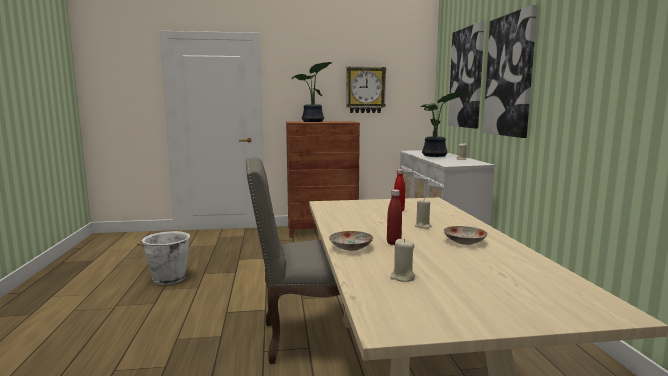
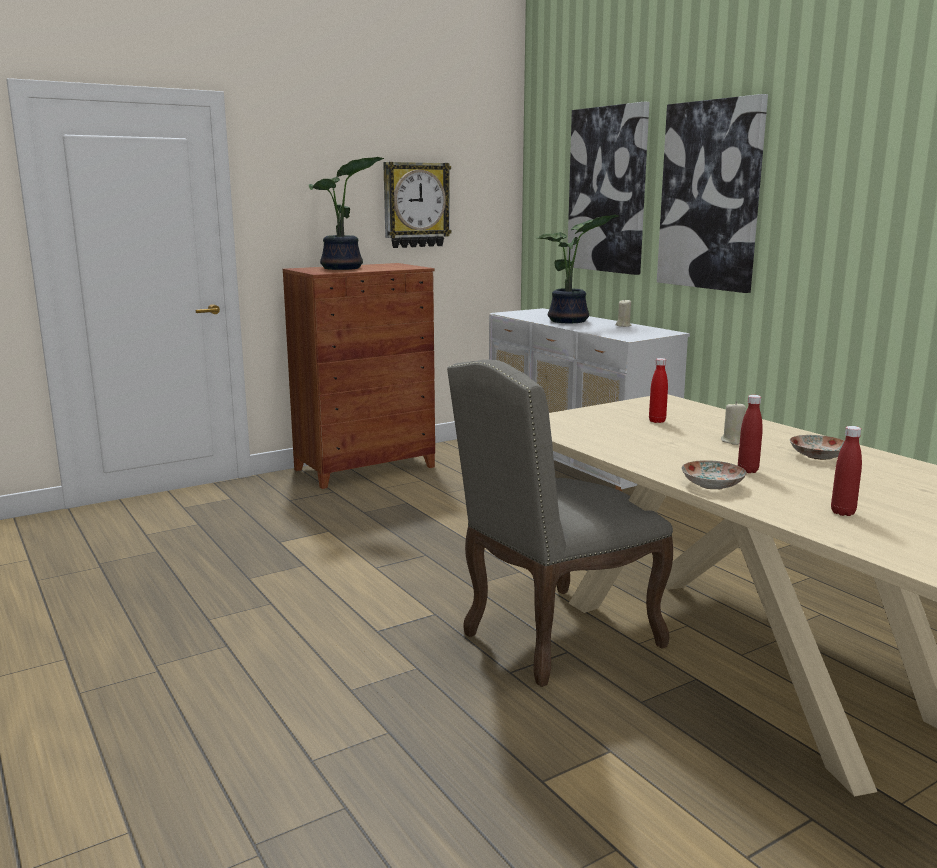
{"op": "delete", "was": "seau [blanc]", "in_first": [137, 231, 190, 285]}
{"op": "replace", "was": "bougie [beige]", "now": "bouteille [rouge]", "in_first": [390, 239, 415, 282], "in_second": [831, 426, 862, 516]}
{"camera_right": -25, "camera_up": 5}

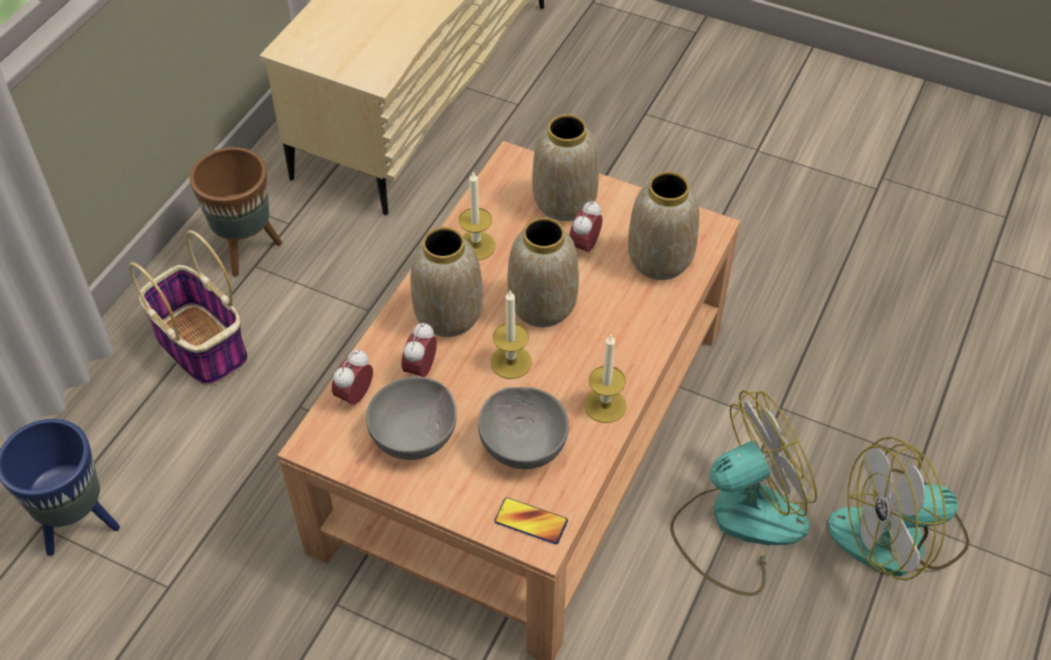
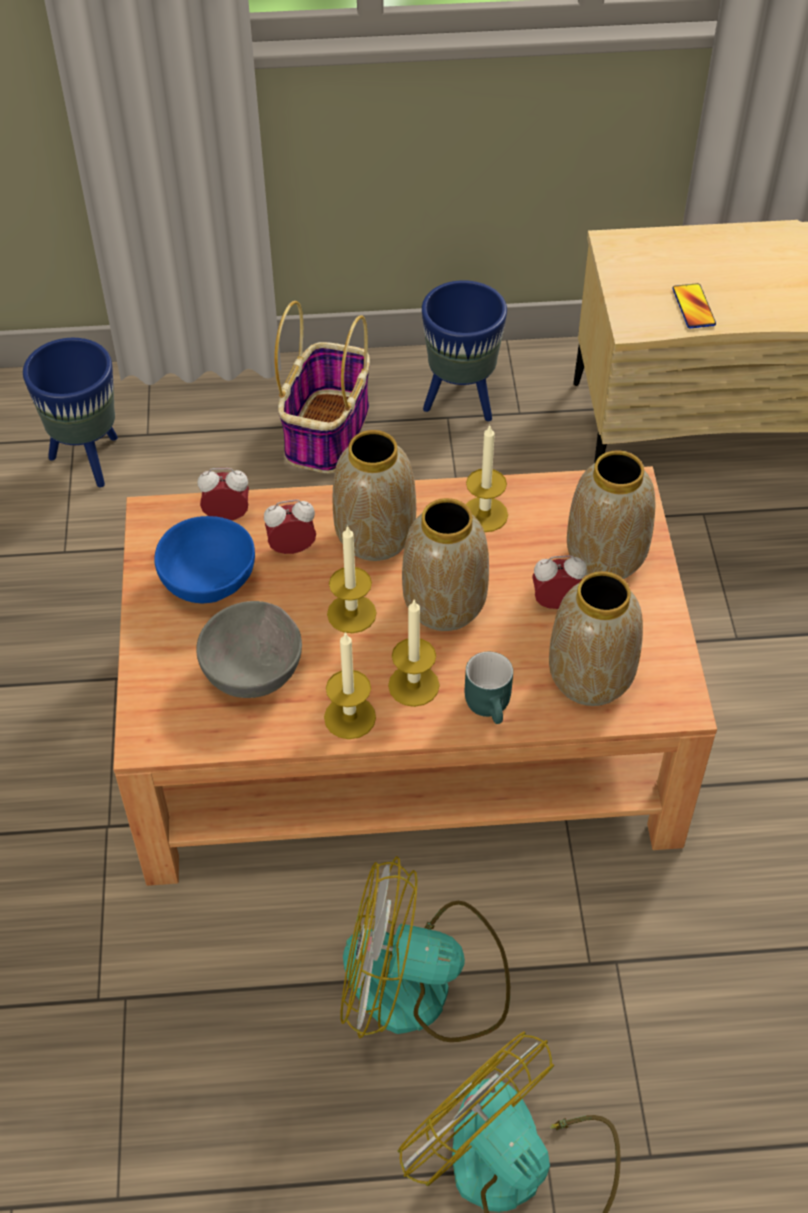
{"op": "recolor", "was": "cache-pot [marron]", "now": "cache-pot [bleu]", "in_first": [190, 147, 282, 276], "in_second": [422, 280, 507, 421]}
{"op": "recolor", "was": "bol [gris]", "now": "bol [bleu]", "in_first": [366, 377, 457, 460], "in_second": [154, 516, 255, 603]}
{"op": "move", "was": "téléphone", "in_first": [494, 498, 568, 544], "in_second": [672, 283, 716, 328]}
{"op": "rotate", "was": "ventilateur", "in_first": [670, 390, 817, 596], "in_second": [340, 856, 510, 1042], "clockwise": 150}
{"op": "insert", "now": "bougie", "in_second": [388, 600, 440, 707]}
{"op": "insert", "now": "mug [turquoise]", "in_second": [465, 652, 513, 724]}
{"camera_right": 60, "camera_up": 0}

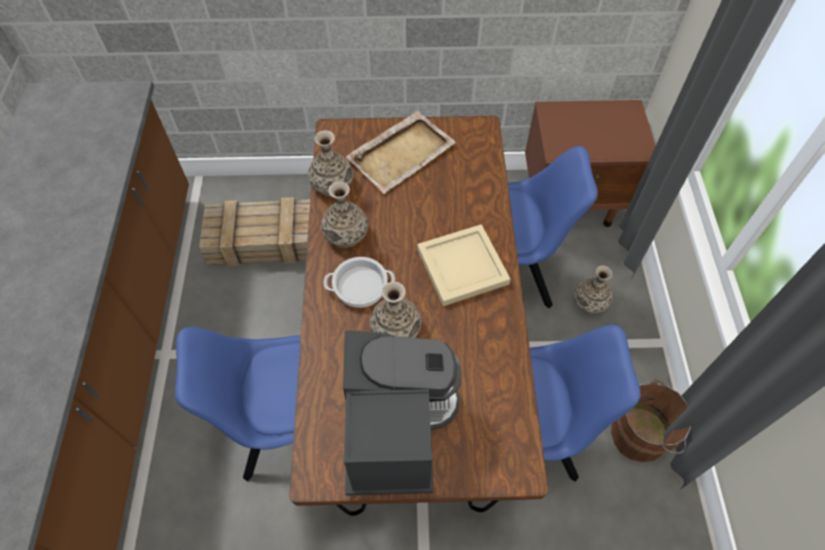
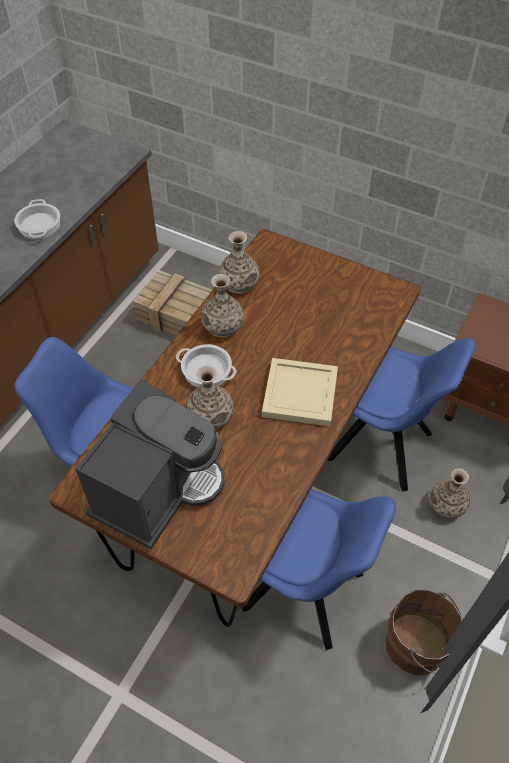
{"op": "delete", "was": "plateau [beige]", "in_first": [346, 111, 456, 194]}
{"op": "insert", "now": "marmite", "in_second": [14, 199, 60, 239]}
{"camera_right": 30, "camera_up": -5}

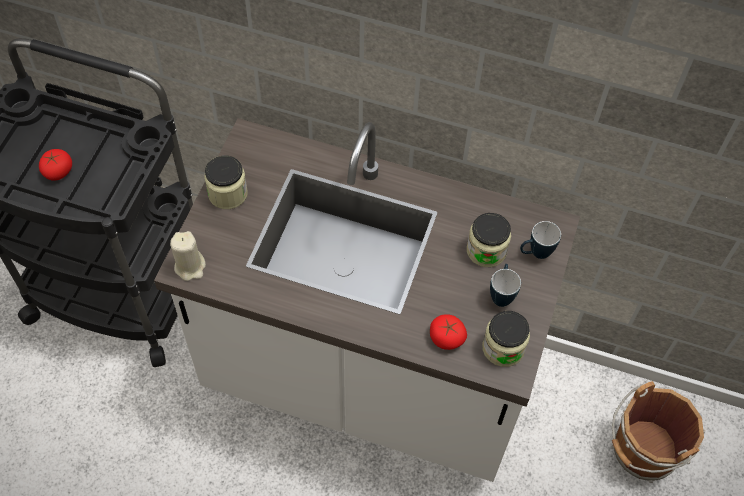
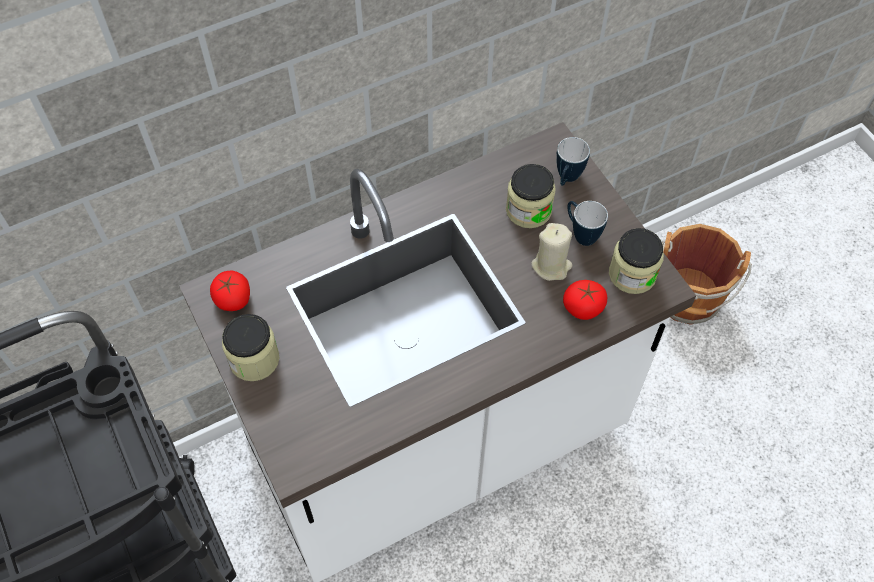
{"op": "move", "was": "tomate", "in_first": [39, 149, 72, 180], "in_second": [210, 271, 250, 311]}
{"op": "move", "was": "bougie [beige]", "in_first": [170, 231, 206, 281], "in_second": [531, 223, 572, 281]}
{"camera_right": -45, "camera_up": 0}

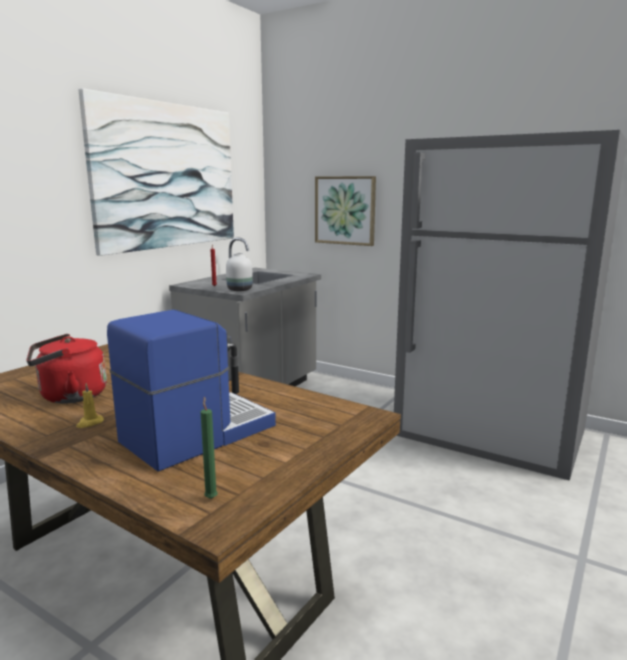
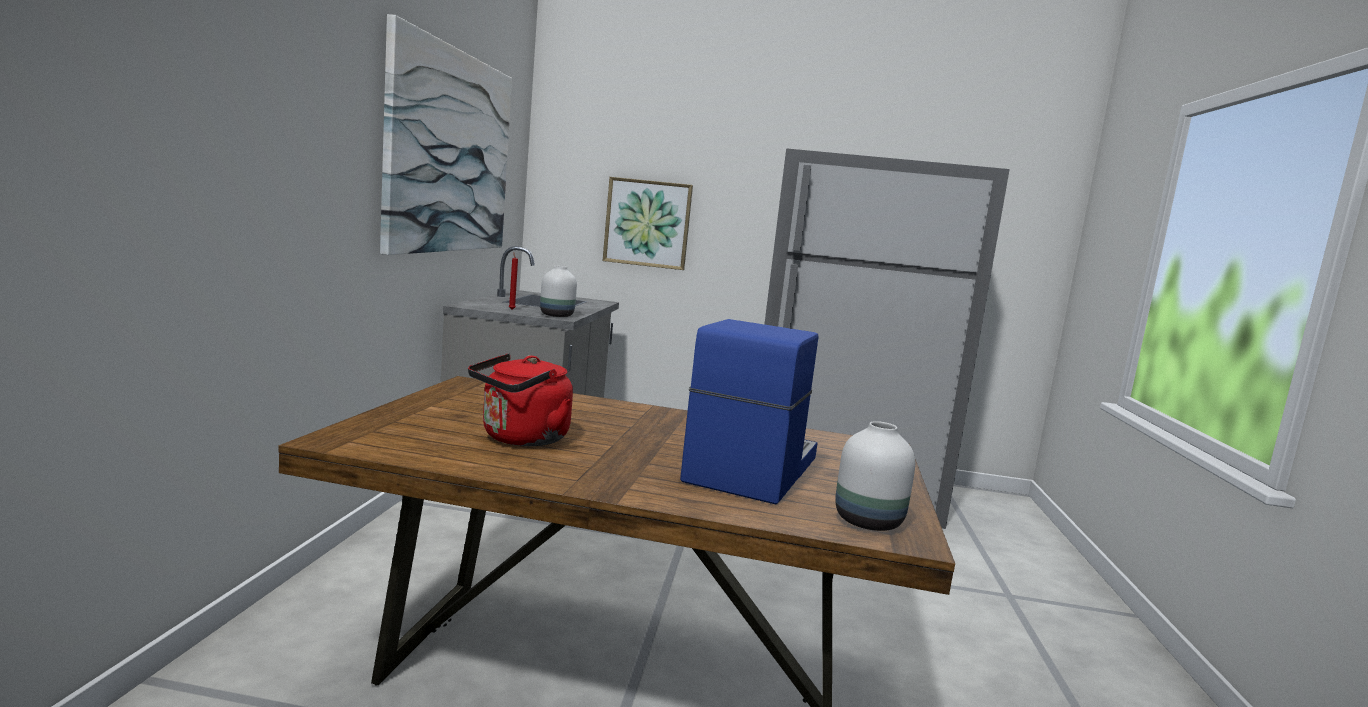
{"op": "delete", "was": "bougie [jaune]", "in_first": [76, 383, 104, 428]}
{"op": "replace", "was": "bougie [vert]", "now": "vase [blanc]", "in_first": [200, 396, 218, 499], "in_second": [835, 421, 915, 531]}
{"camera_right": -25, "camera_up": -5}

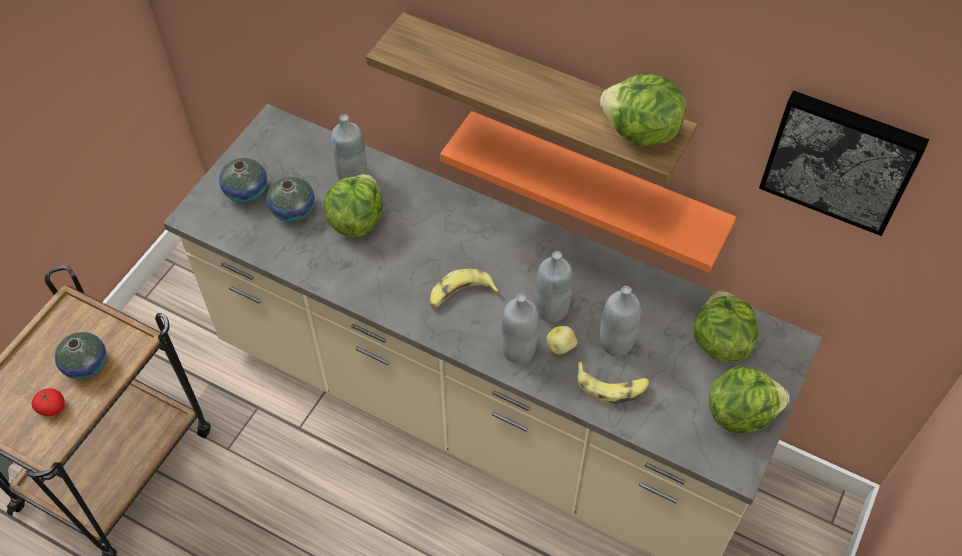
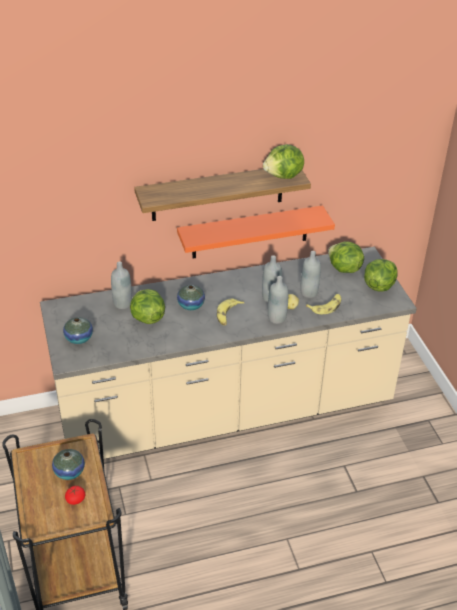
{"op": "move", "was": "vase", "in_first": [266, 177, 315, 222], "in_second": [177, 285, 205, 310]}
{"op": "delete", "was": "tableau", "in_first": [759, 90, 929, 236]}
{"camera_right": -45, "camera_up": -15}

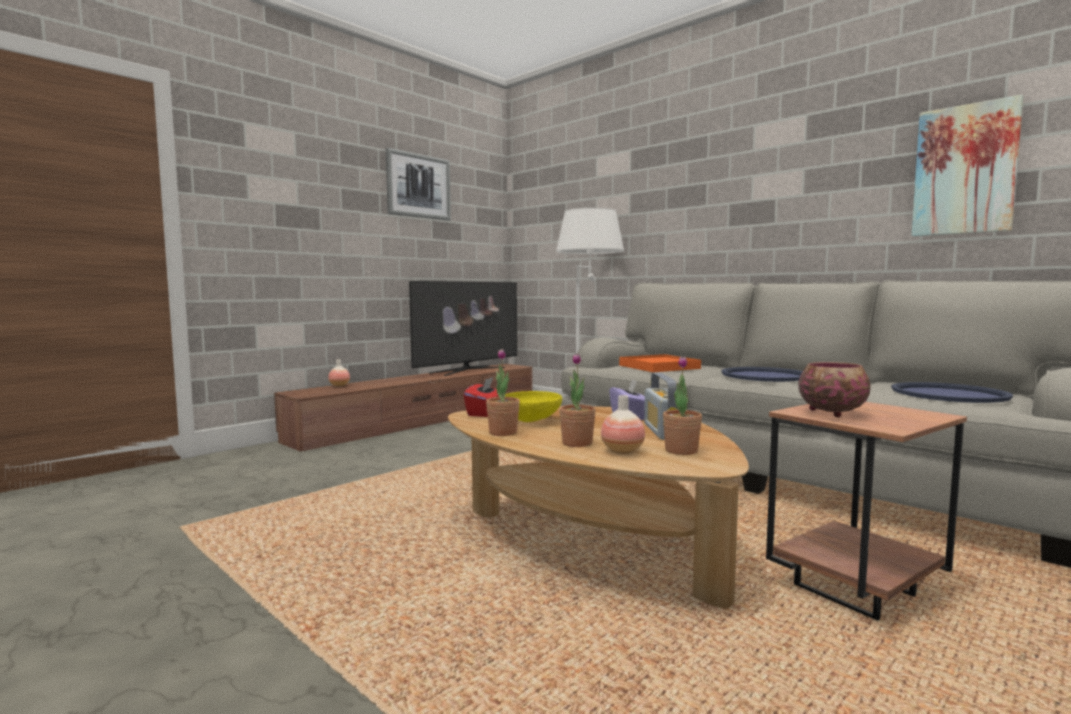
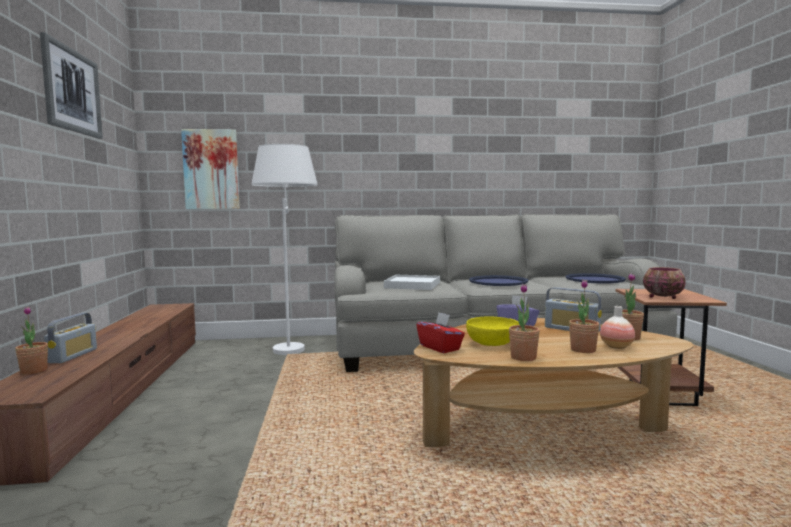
{"op": "replace", "was": "vase", "now": "plante en pot", "in_first": [328, 359, 350, 387], "in_second": [15, 306, 48, 375]}
{"op": "delete", "was": "téléviseur", "in_first": [409, 281, 517, 376]}
{"op": "recolor", "was": "plateau [orange]", "now": "plateau [blanc]", "in_first": [619, 354, 701, 372], "in_second": [384, 275, 440, 290]}
{"op": "move", "was": "tableau", "in_first": [911, 94, 1024, 236], "in_second": [181, 129, 240, 209]}
{"op": "insert", "now": "radio", "in_second": [44, 313, 97, 363]}
{"camera_right": -50, "camera_up": 0}

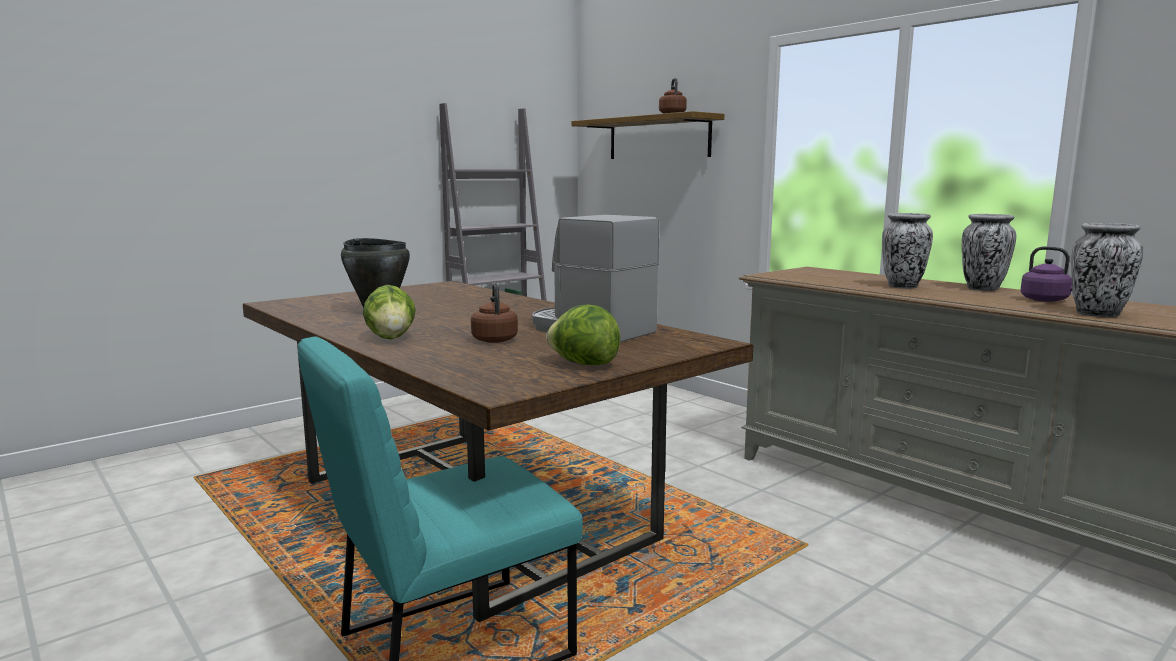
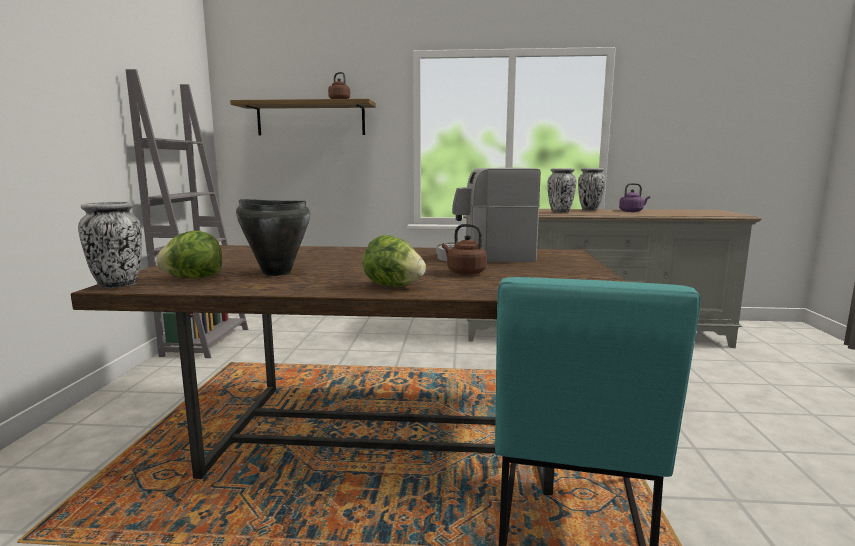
{"op": "move", "was": "laitue", "in_first": [546, 304, 620, 365], "in_second": [156, 231, 222, 278]}
{"op": "move", "was": "vase", "in_first": [1071, 223, 1143, 317], "in_second": [78, 202, 142, 288]}
{"camera_right": -45, "camera_up": 0}

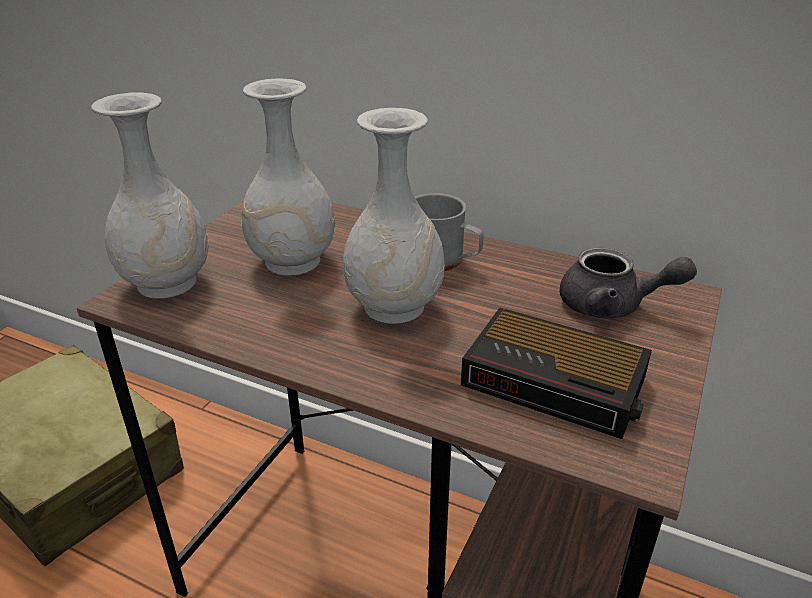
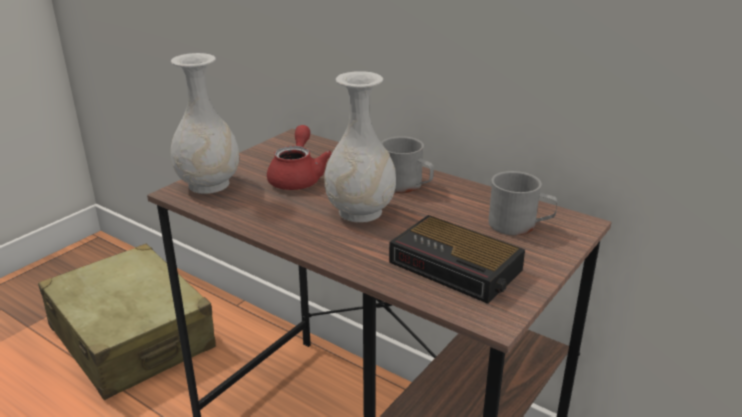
{"op": "replace", "was": "vase [blanc]", "now": "théière [rouge]", "in_first": [241, 79, 335, 276], "in_second": [267, 125, 332, 190]}
{"op": "replace", "was": "théière [gris]", "now": "mug [gris]", "in_first": [560, 248, 697, 319], "in_second": [488, 171, 558, 235]}
{"camera_right": 10, "camera_up": -5}

